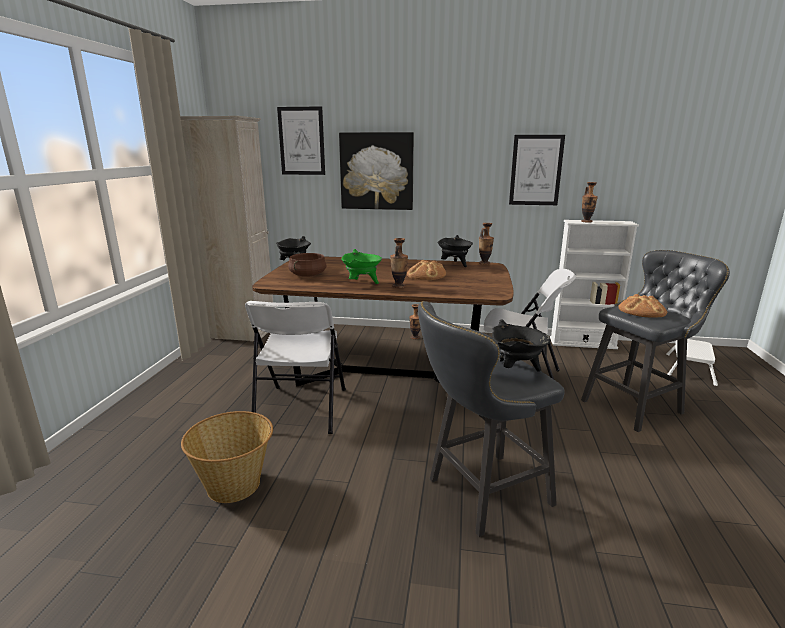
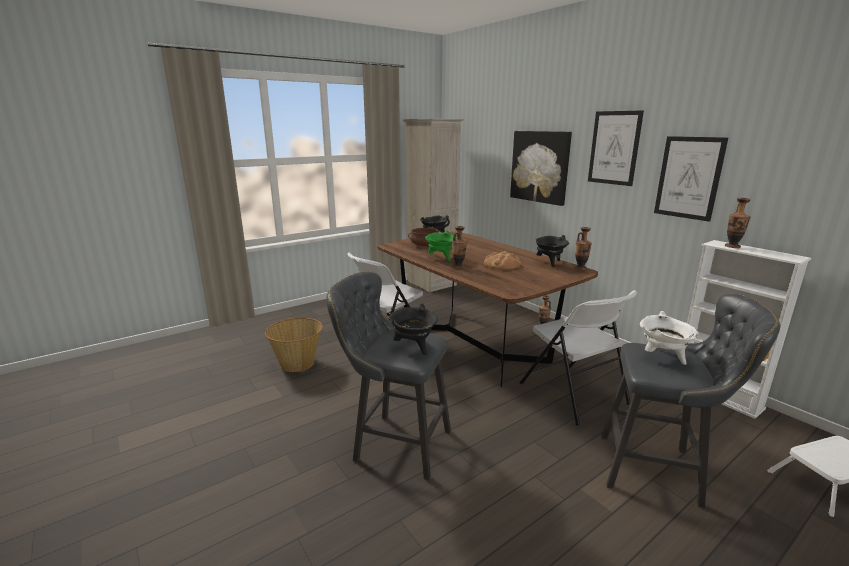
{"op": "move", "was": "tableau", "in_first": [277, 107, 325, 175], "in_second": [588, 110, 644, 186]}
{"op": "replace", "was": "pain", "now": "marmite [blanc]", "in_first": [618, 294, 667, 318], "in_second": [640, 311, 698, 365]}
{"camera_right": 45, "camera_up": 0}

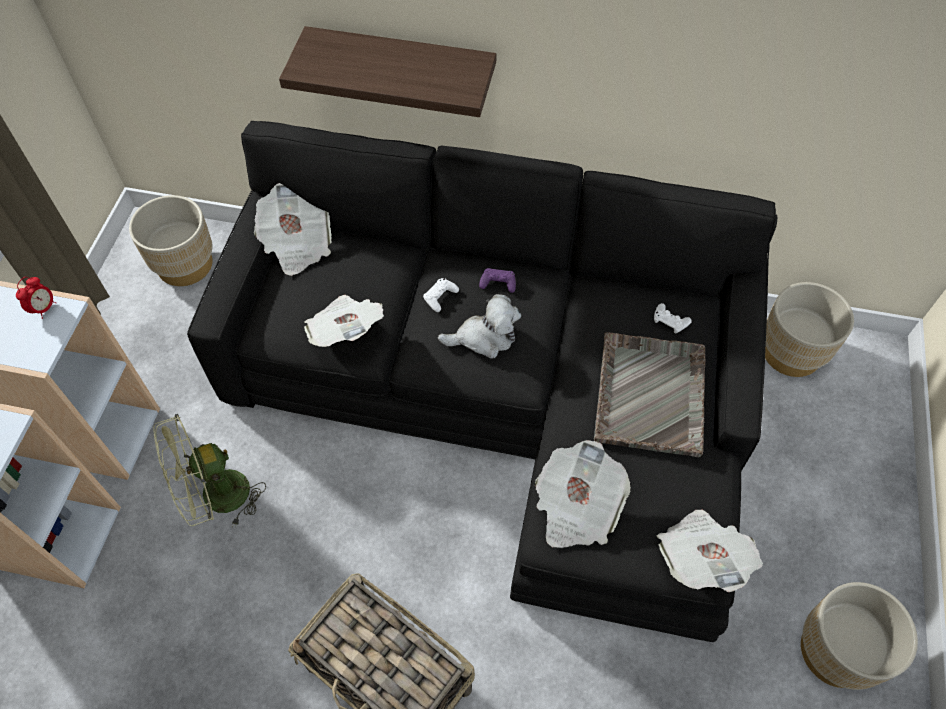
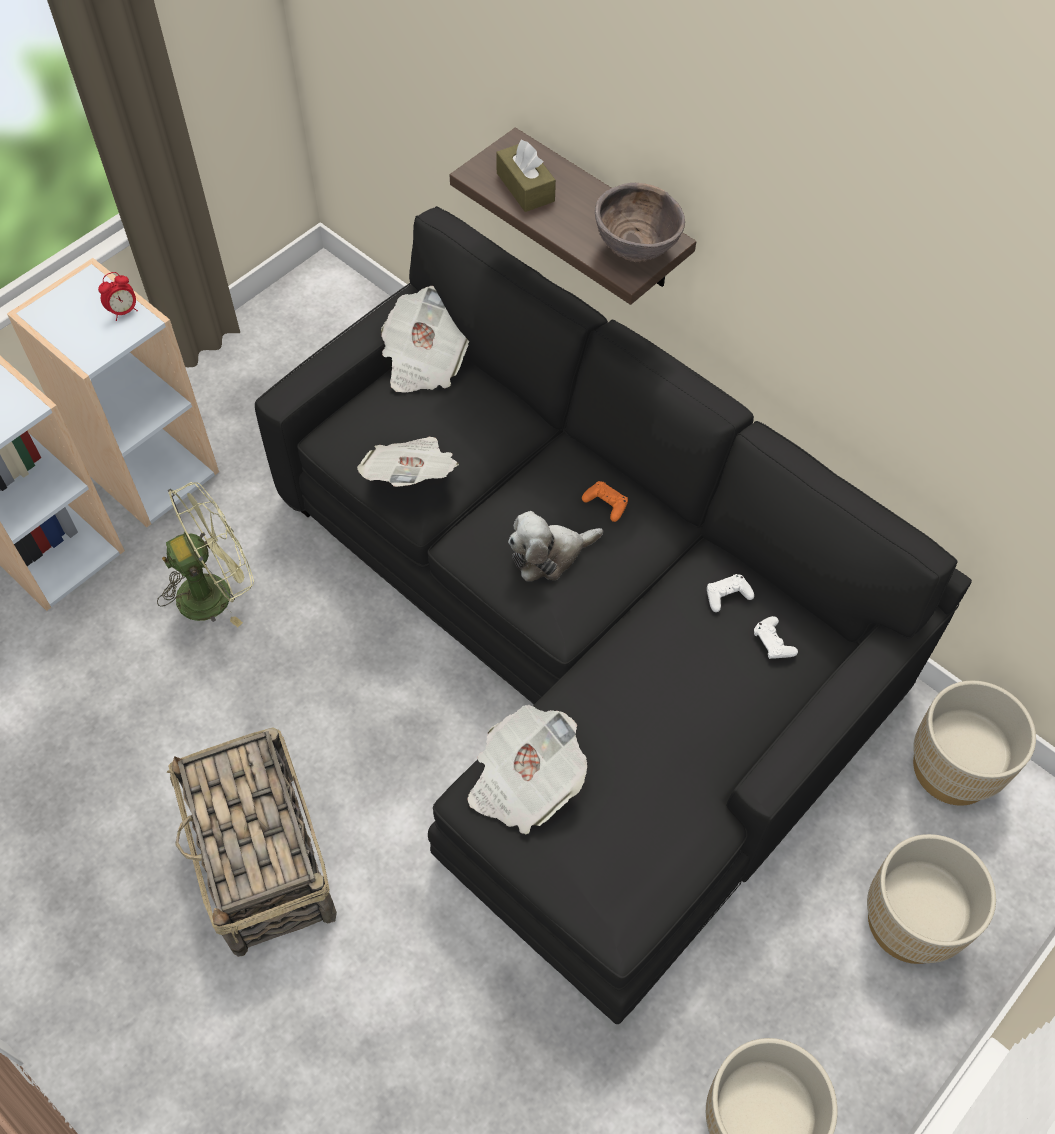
{"op": "move", "was": "cache-pot [beige]", "in_first": [129, 195, 213, 286], "in_second": [867, 834, 996, 964]}
{"op": "rotate", "was": "ventilateur [vert]", "in_first": [153, 414, 266, 528], "in_second": [157, 482, 254, 627], "clockwise": 150}
{"op": "move", "was": "manette [blanc]", "in_first": [423, 278, 459, 312], "in_second": [707, 574, 754, 612]}
{"op": "rotate", "was": "peluche", "in_first": [438, 294, 521, 359], "in_second": [508, 511, 603, 581], "clockwise": 135}
{"op": "recolor", "was": "manette [violet]", "now": "manette [orange]", "in_first": [479, 268, 516, 293], "in_second": [582, 481, 628, 522]}
{"op": "delete", "was": "plateau [gris]", "in_first": [594, 333, 706, 457]}
{"op": "delete", "was": "journal", "in_first": [656, 510, 763, 592]}
{"op": "insert", "now": "boîte à mouchoirs [marron]", "in_second": [496, 140, 556, 212]}
{"op": "insert", "now": "bol [marron]", "in_second": [595, 183, 685, 262]}
{"camera_right": 30, "camera_up": 0}

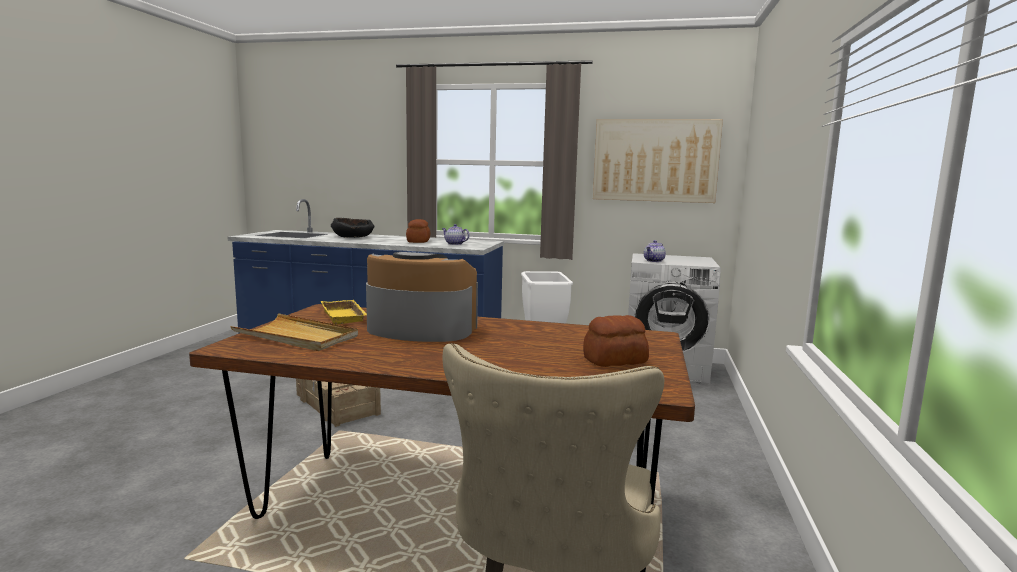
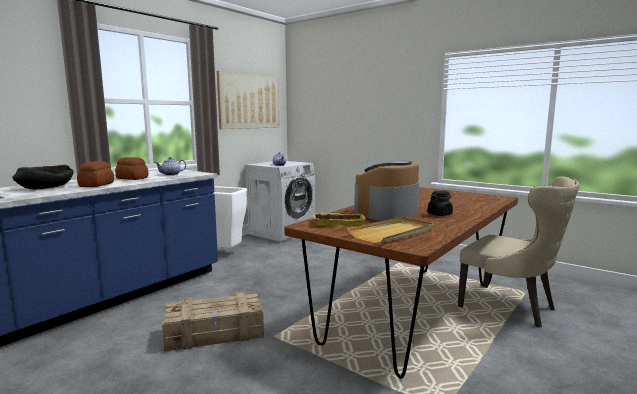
{"op": "move", "was": "pain", "in_first": [583, 315, 649, 367], "in_second": [77, 161, 114, 187]}
{"op": "insert", "now": "bocal [noir]", "in_second": [428, 191, 453, 216]}
{"camera_right": -65, "camera_up": 0}

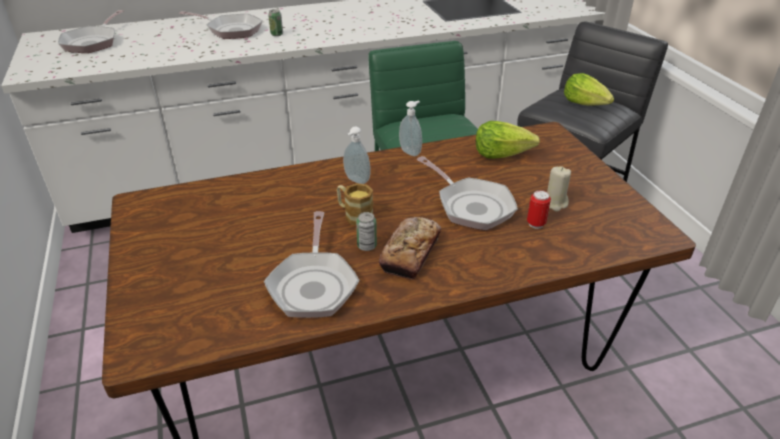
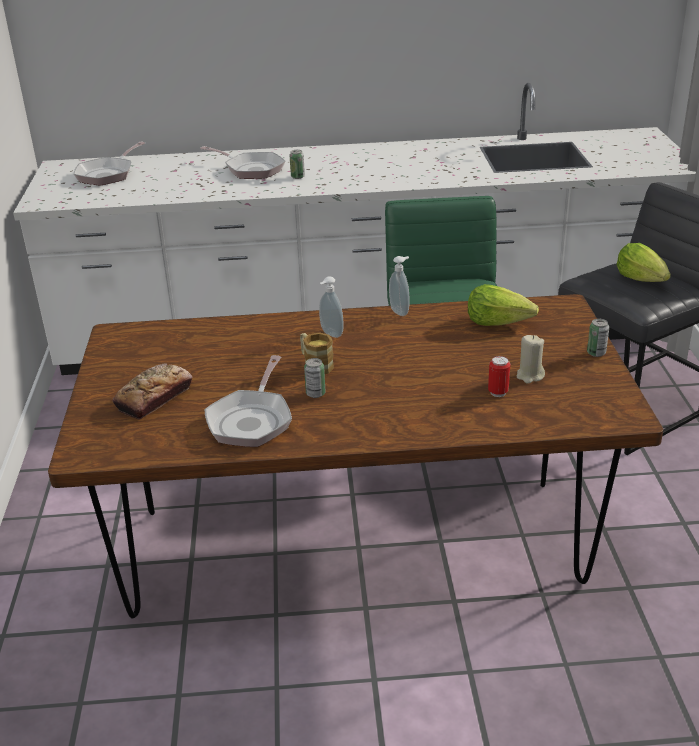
{"op": "move", "was": "pain", "in_first": [379, 217, 441, 280], "in_second": [113, 363, 192, 420]}
{"op": "delete", "was": "poêle", "in_first": [417, 156, 518, 230]}
{"op": "insert", "now": "boîte métallique", "in_second": [587, 319, 609, 357]}
{"camera_right": 15, "camera_up": -5}

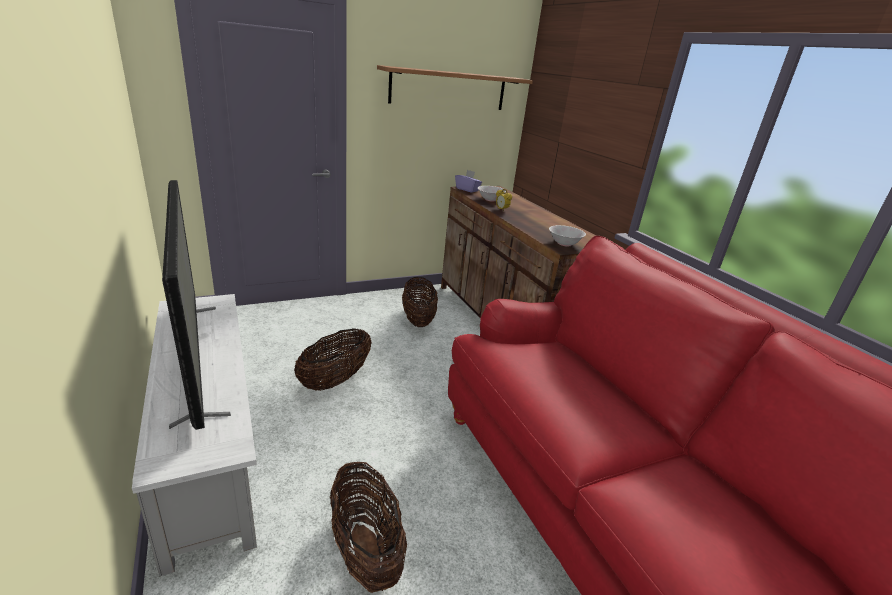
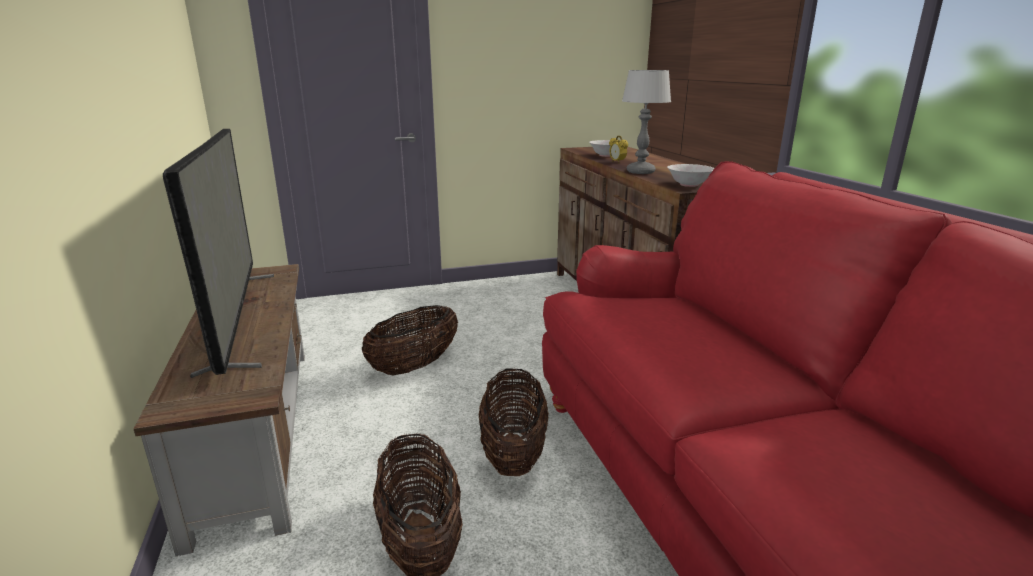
{"op": "recolor", "was": "meuble télé [blanc]", "now": "meuble télé [marron]", "in_first": [132, 294, 257, 577], "in_second": [134, 264, 305, 556]}
{"op": "delete", "was": "étagère", "in_first": [377, 65, 533, 110]}
{"op": "move", "was": "panier", "in_first": [402, 277, 438, 327], "in_second": [478, 368, 549, 476]}
{"op": "delete", "was": "boîte à mouchoirs [violet]", "in_first": [455, 170, 482, 193]}
{"op": "insert", "now": "lampe de table", "in_second": [622, 70, 671, 174]}
{"camera_right": 10, "camera_up": -5}

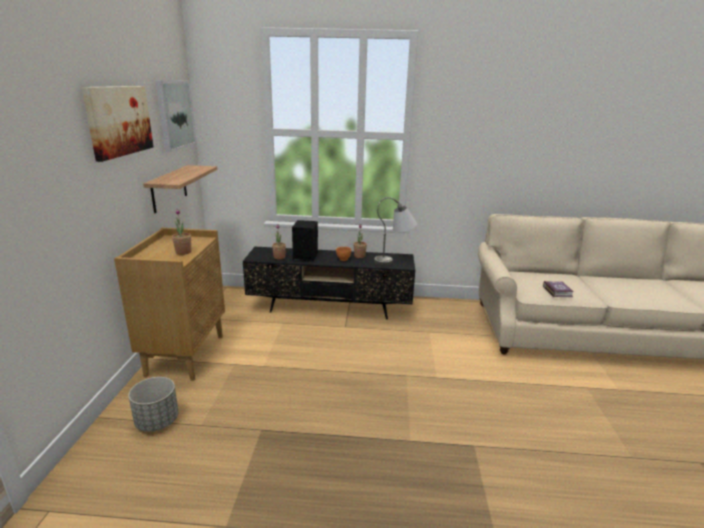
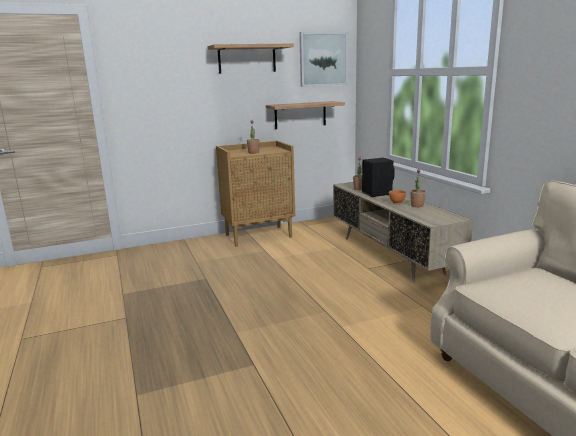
{"op": "replace", "was": "tableau", "now": "étagère", "in_first": [82, 86, 153, 162], "in_second": [208, 44, 294, 74]}
{"op": "delete", "was": "cache-pot [gris]", "in_first": [128, 377, 179, 432]}
{"op": "recolor", "was": "meuble télé [noir]", "now": "meuble télé [beige]", "in_first": [243, 247, 415, 319], "in_second": [333, 182, 473, 282]}
{"op": "delete", "was": "lampe de table [gris]", "in_first": [374, 197, 417, 265]}
{"op": "delete", "was": "livre", "in_first": [543, 281, 574, 297]}
{"camera_right": 65, "camera_up": -5}

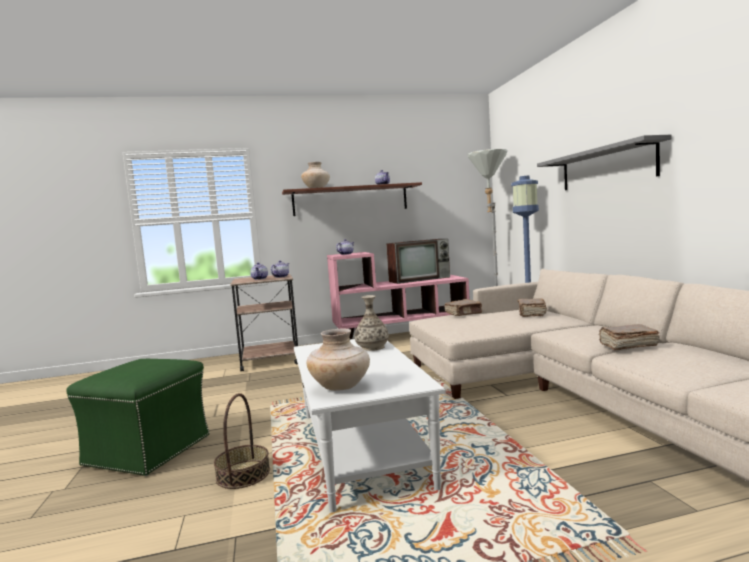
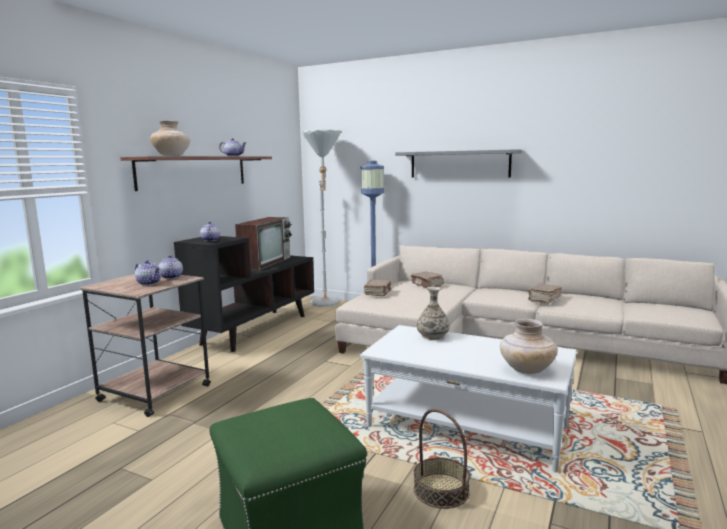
{"op": "recolor", "was": "meuble télé [rose]", "now": "meuble télé [noir]", "in_first": [327, 252, 470, 340], "in_second": [174, 236, 314, 352]}
{"camera_right": -50, "camera_up": 5}

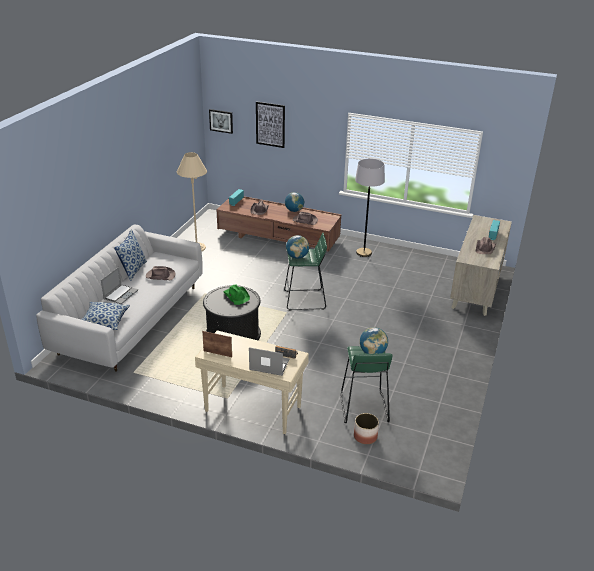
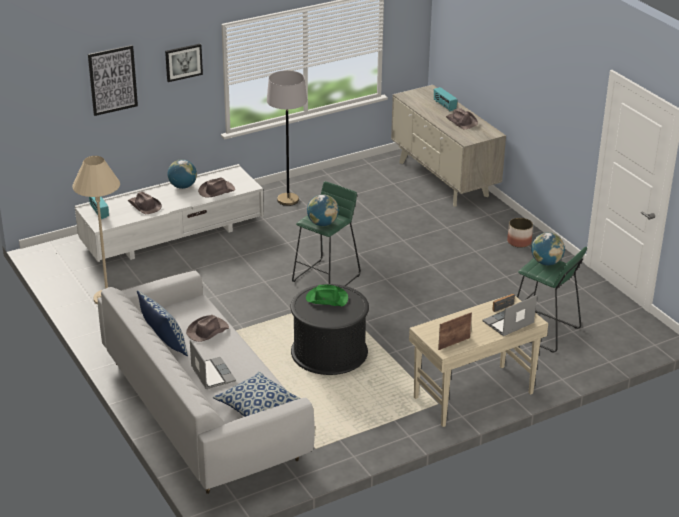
{"op": "move", "was": "tableau", "in_first": [209, 109, 233, 134], "in_second": [165, 44, 203, 82]}
{"op": "recolor", "was": "meuble télé [marron]", "now": "meuble télé [blanc]", "in_first": [217, 196, 341, 252], "in_second": [75, 164, 264, 262]}
{"op": "move", "was": "cache-pot", "in_first": [354, 413, 379, 444], "in_second": [507, 218, 533, 248]}
{"camera_right": -50, "camera_up": 0}

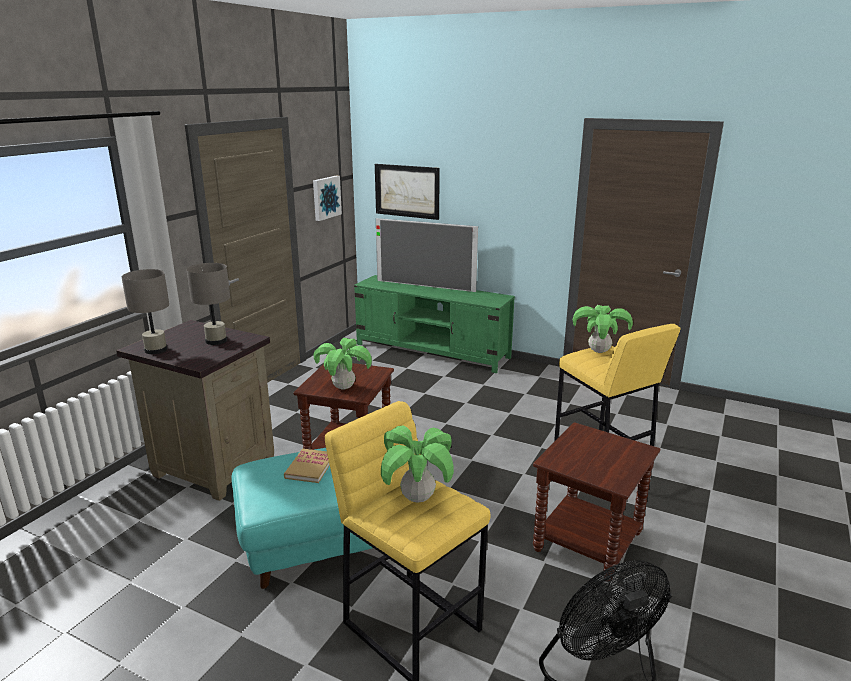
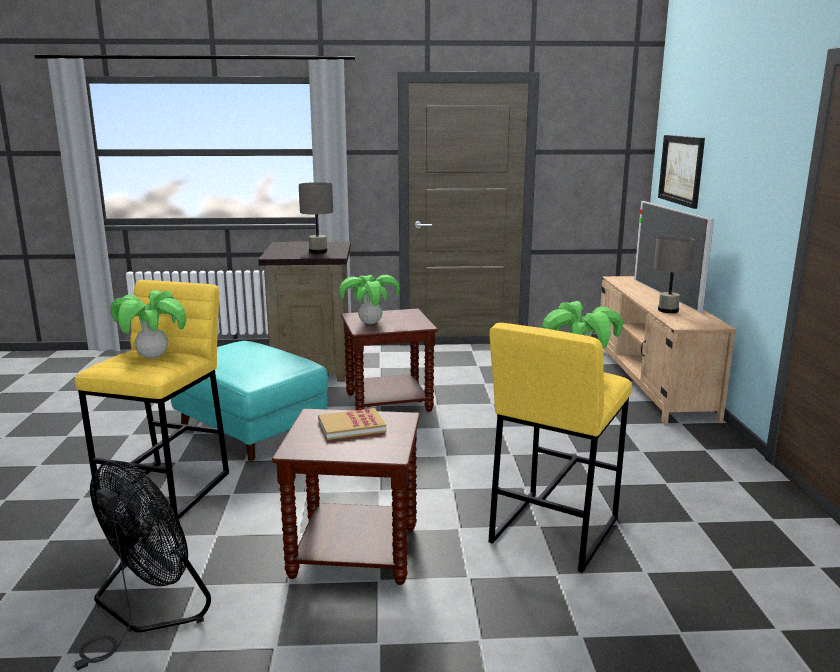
{"op": "move", "was": "lampe de table [gris]", "in_first": [122, 269, 169, 354], "in_second": [654, 236, 695, 313]}
{"op": "move", "was": "livre", "in_first": [284, 449, 330, 483], "in_second": [318, 408, 386, 440]}
{"op": "delete", "was": "tableau", "in_first": [313, 176, 342, 221]}
{"op": "recolor", "was": "meuble télé [vert]", "now": "meuble télé [beige]", "in_first": [354, 275, 515, 373], "in_second": [600, 276, 736, 424]}
{"camera_right": 60, "camera_up": -5}

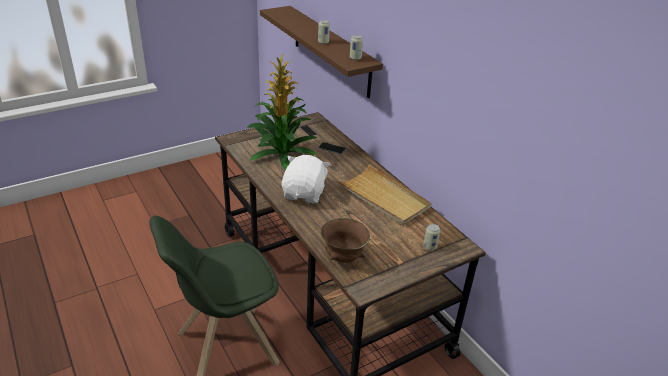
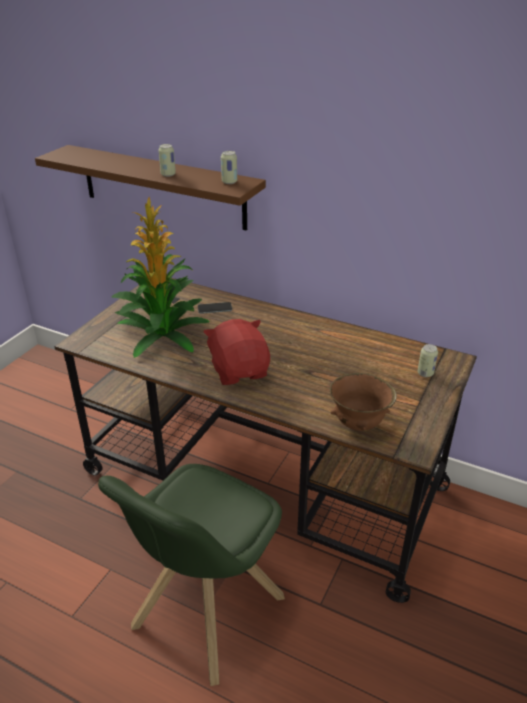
{"op": "recolor", "was": "peluche [blanc]", "now": "peluche [rouge]", "in_first": [282, 155, 330, 204], "in_second": [204, 319, 270, 385]}
{"op": "delete", "was": "plateau [beige]", "in_first": [337, 164, 432, 225]}
{"camera_right": -30, "camera_up": 0}

